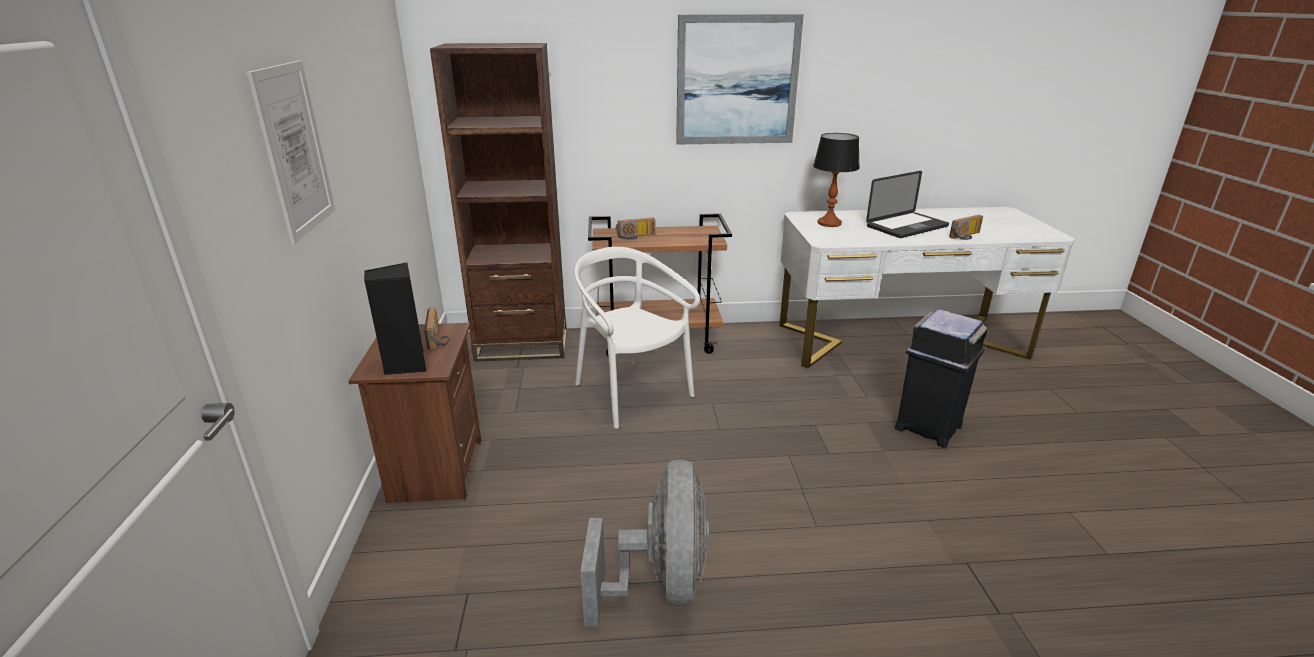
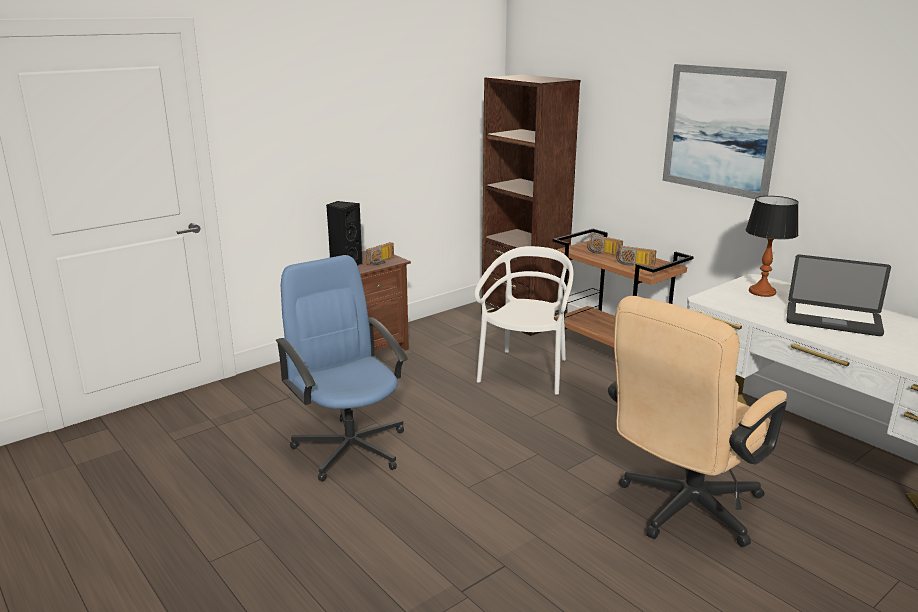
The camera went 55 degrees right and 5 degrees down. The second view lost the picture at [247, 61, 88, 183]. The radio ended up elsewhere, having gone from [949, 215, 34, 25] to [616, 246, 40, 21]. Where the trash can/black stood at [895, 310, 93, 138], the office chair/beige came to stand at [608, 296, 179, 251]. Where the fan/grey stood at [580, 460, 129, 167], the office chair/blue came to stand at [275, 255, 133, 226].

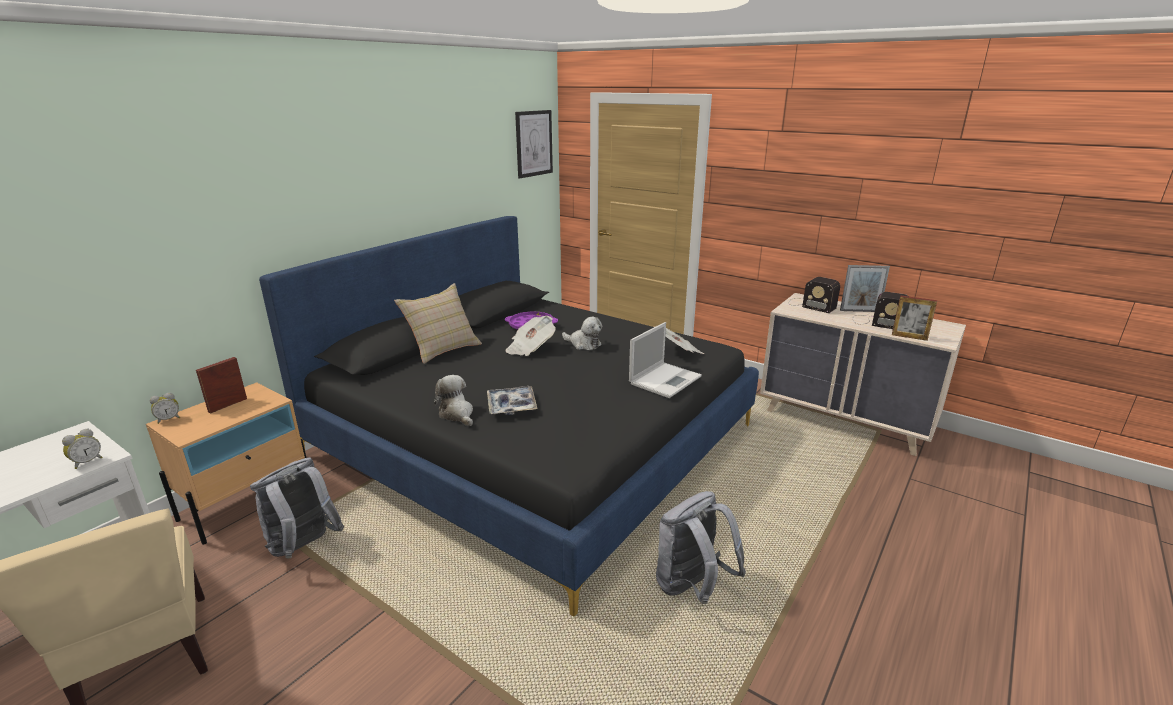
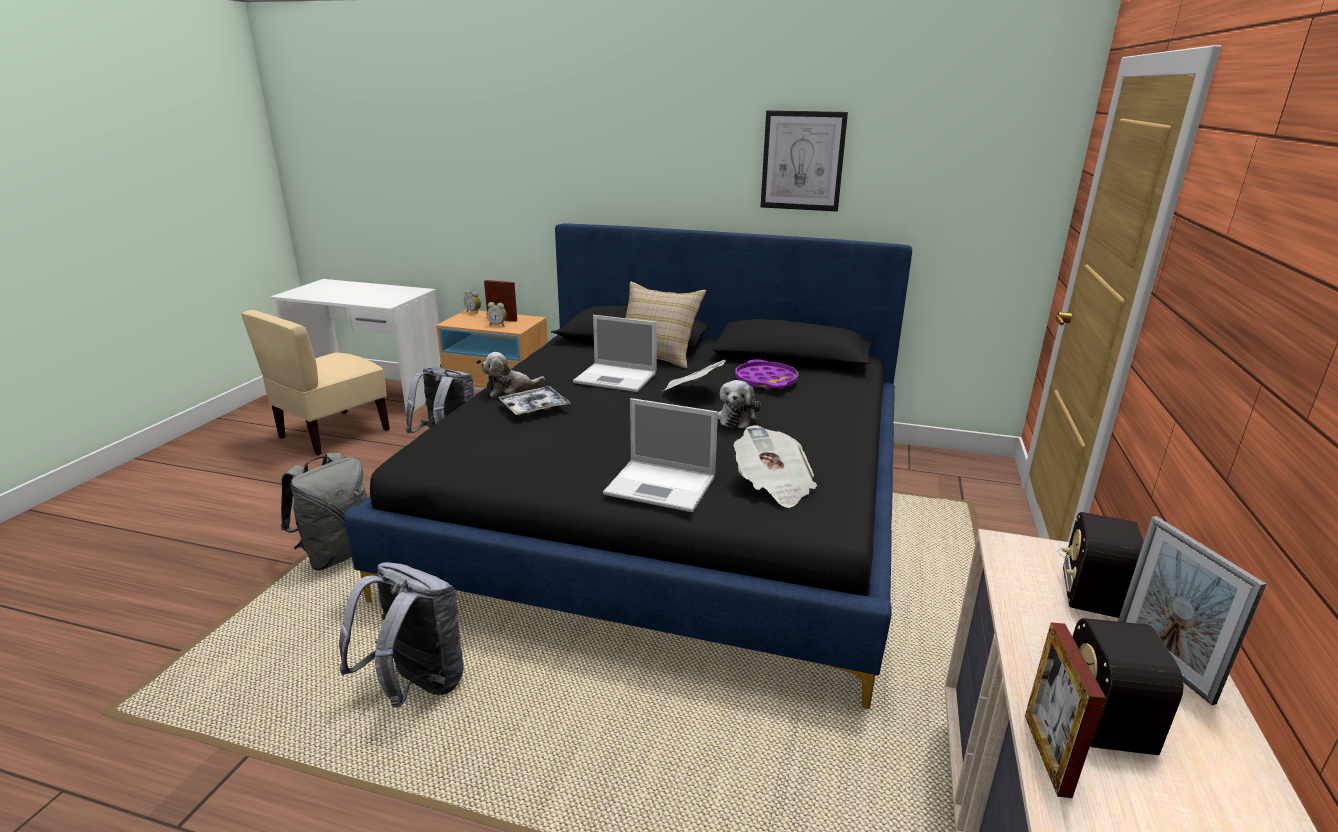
The camera went 70 degrees right and 0 degrees up. The picture ended up elsewhere, having gone from [515, 110, 38, 68] to [761, 110, 87, 102]. The plush toy at [434, 375, 39, 51] ended up facing another way, 150 degrees counterclockwise from before. The alarm clock ended up elsewhere, having gone from [62, 428, 41, 41] to [487, 302, 20, 25]. The second view gained the laptop at [573, 315, 84, 77]. The second view gained the backpack/grey at [281, 453, 87, 117].

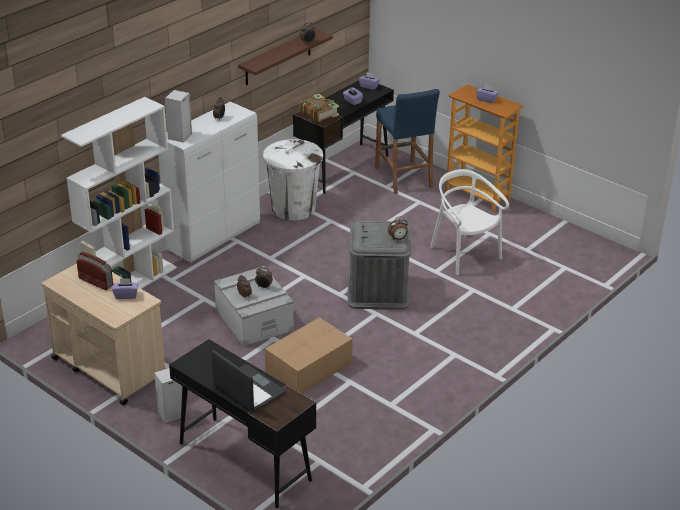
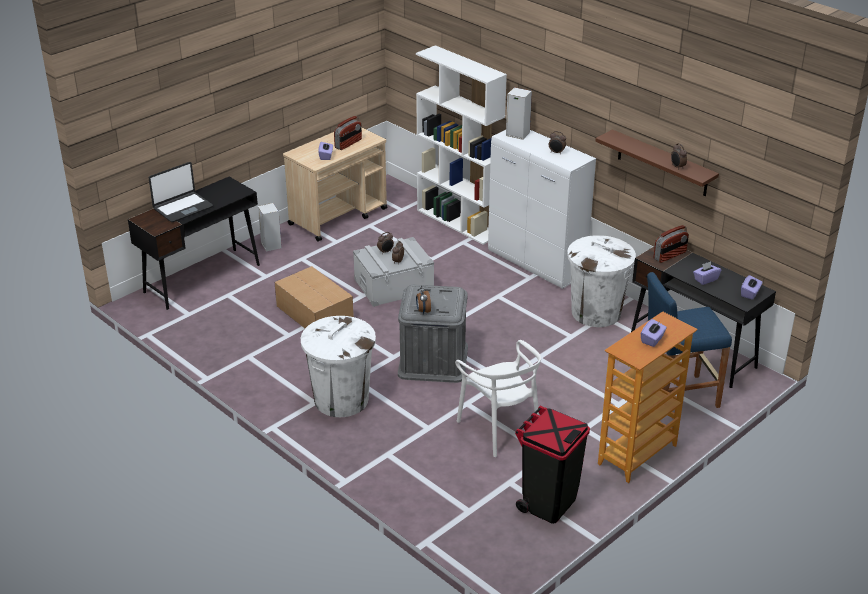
The camera went 95 degrees right and 0 degrees up. Where the book stood at [299, 94, 40, 28], the radio came to stand at [654, 225, 35, 38]. The chair/white at [430, 169, 79, 106] ended up facing another way, 90 degrees clockwise from before. The second view gained the trash can/white at [301, 316, 75, 101]. The second view gained the trash can/black at [515, 406, 75, 118].

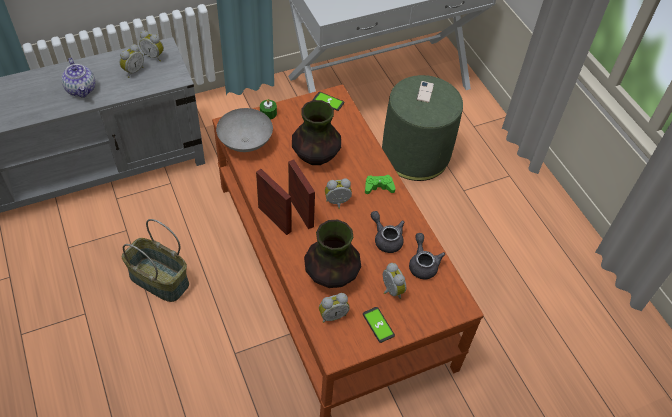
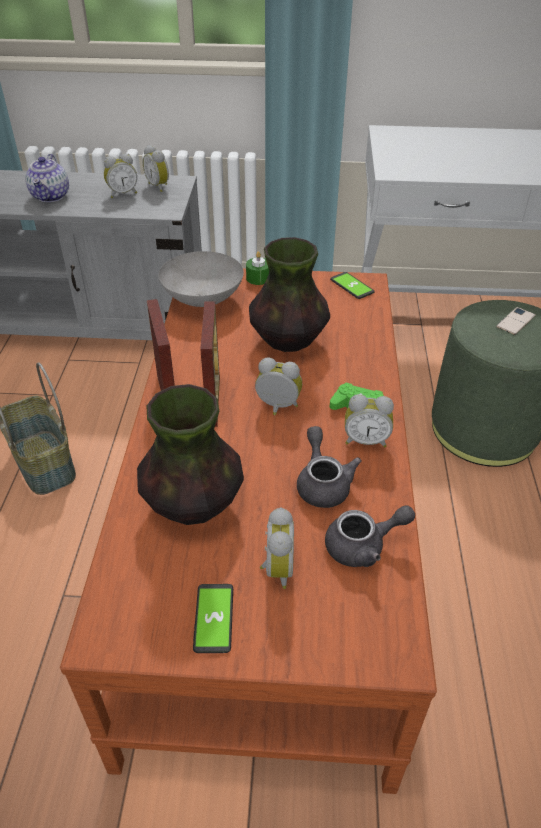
The camera went 30 degrees right and 10 degrees down. The teapot/grey at [409, 233, 36, 47] ended up facing another way, 60 degrees clockwise from before. The alarm clock ended up elsewhere, having gone from [319, 293, 31, 30] to [345, 394, 49, 54].

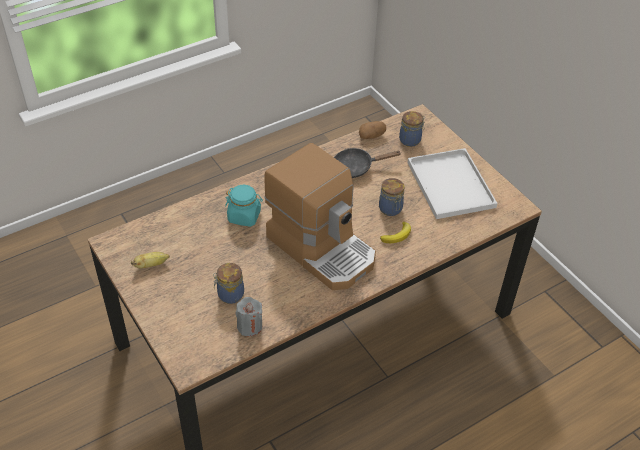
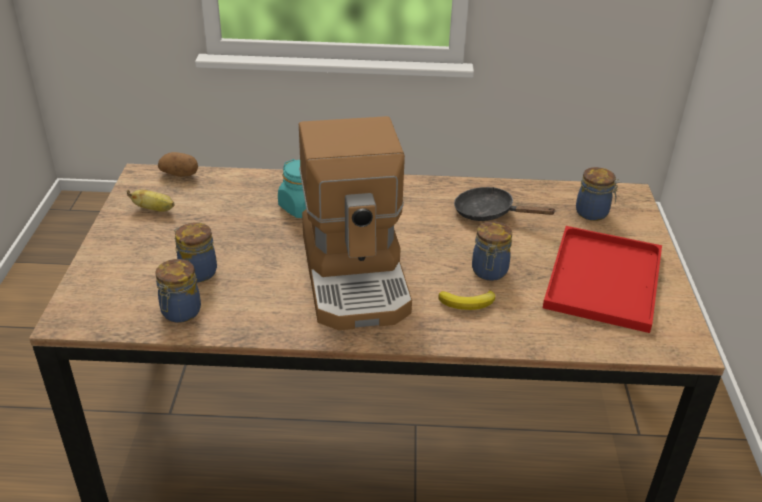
The camera went 35 degrees right and 10 degrees down. The potato ended up elsewhere, having gone from [359, 121, 27, 18] to [158, 152, 40, 25]. What was the tray/white at [407, 148, 91, 71] turned into the tray/red at [543, 226, 119, 107]. Where the candle/grey stood at [236, 297, 26, 39], the jar came to stand at [155, 259, 46, 64].

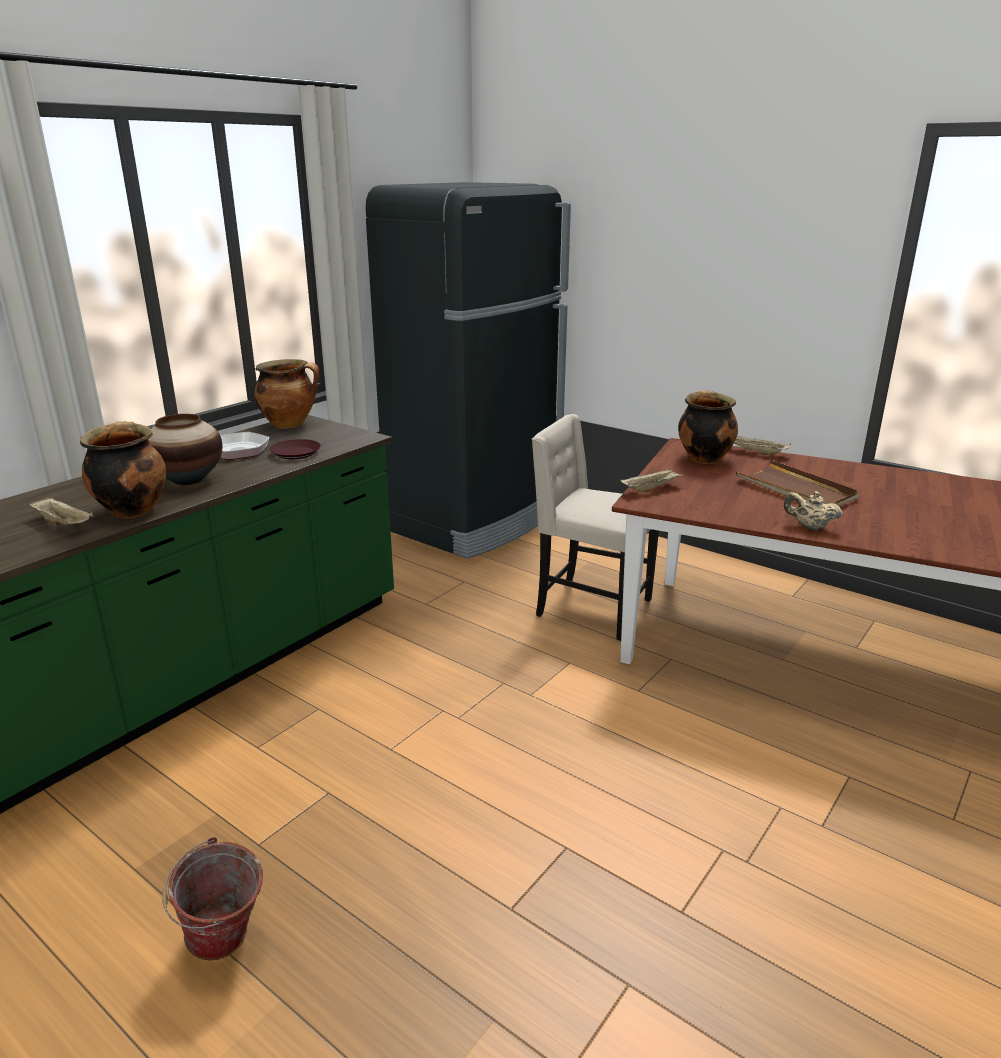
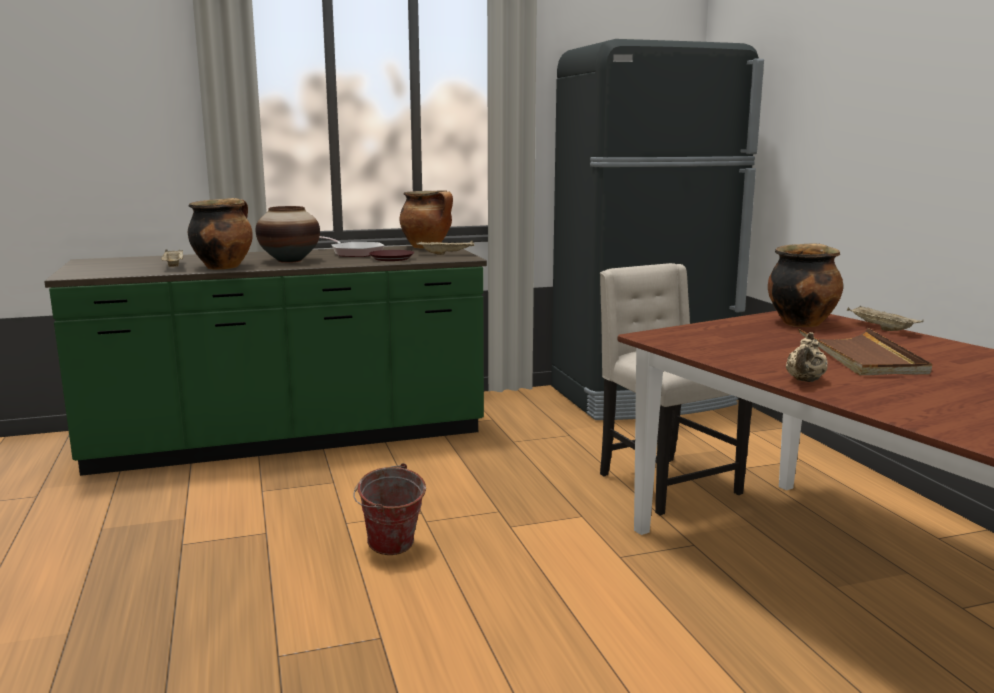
The camera went 35 degrees right and 10 degrees down. The tray/beige ended up elsewhere, having gone from [620, 467, 64, 25] to [417, 240, 57, 15]. The teapot/beige at [784, 491, 59, 39] ended up facing another way, 120 degrees counterclockwise from before. The bucket ended up elsewhere, having gone from [162, 837, 101, 123] to [354, 463, 72, 92].

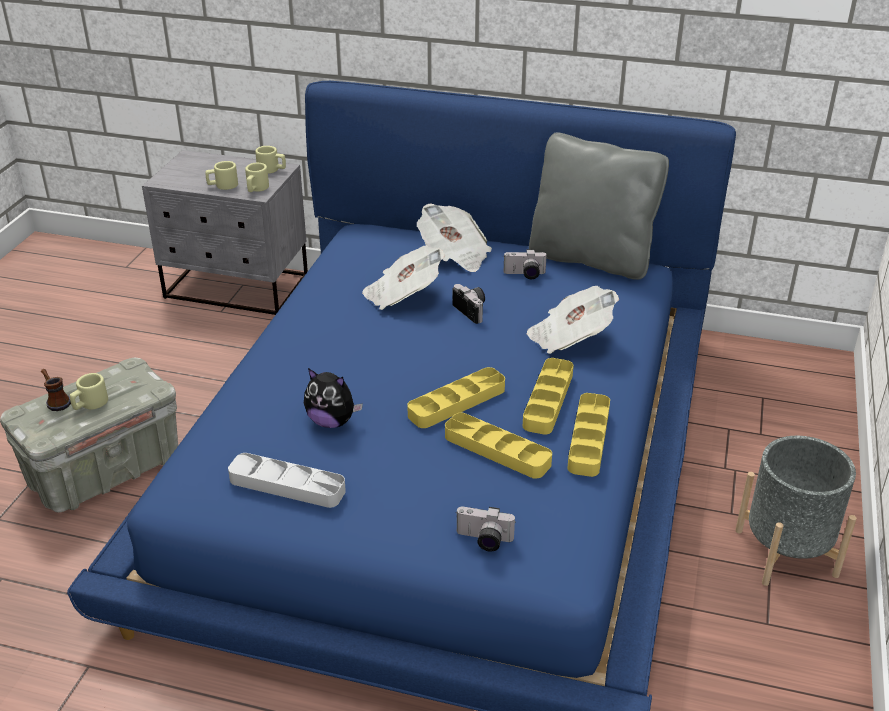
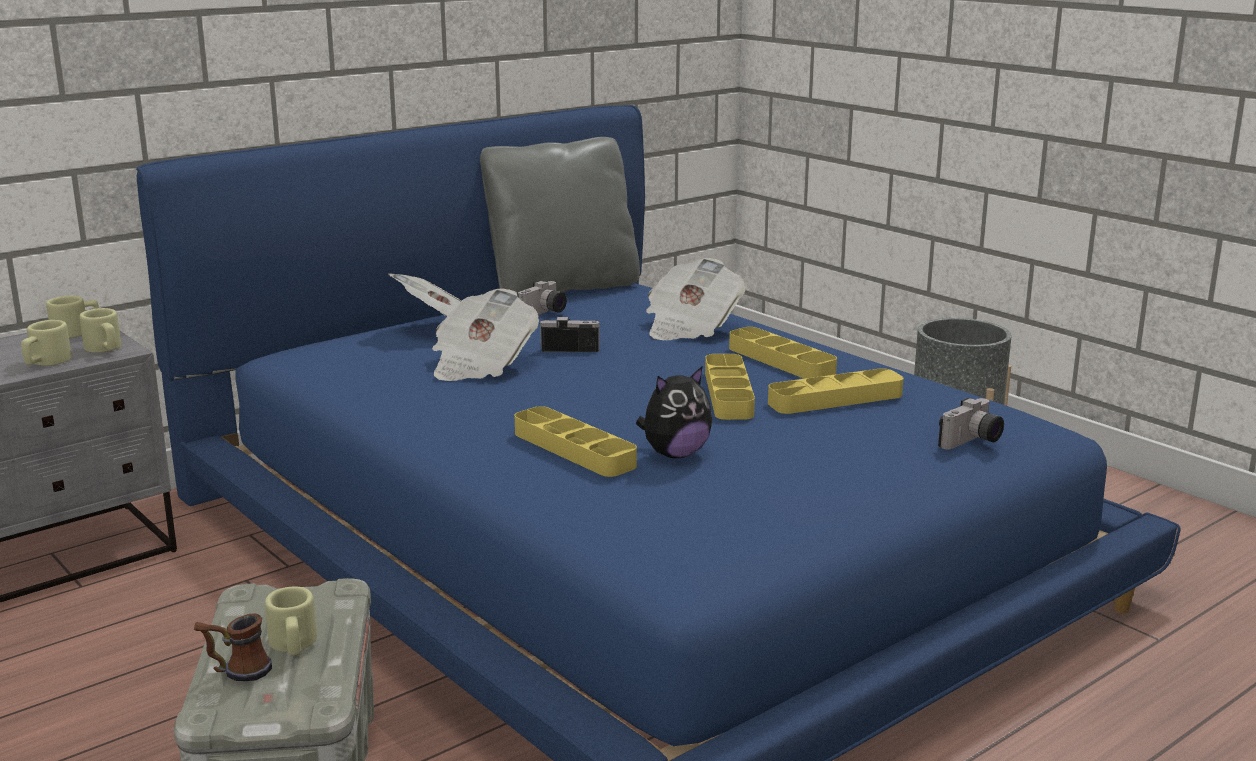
The camera went 55 degrees left and 15 degrees down. The tray/yellow ended up elsewhere, having gone from [567, 393, 43, 84] to [515, 406, 122, 71]. The second view lost the tray/grey at [228, 453, 118, 55].

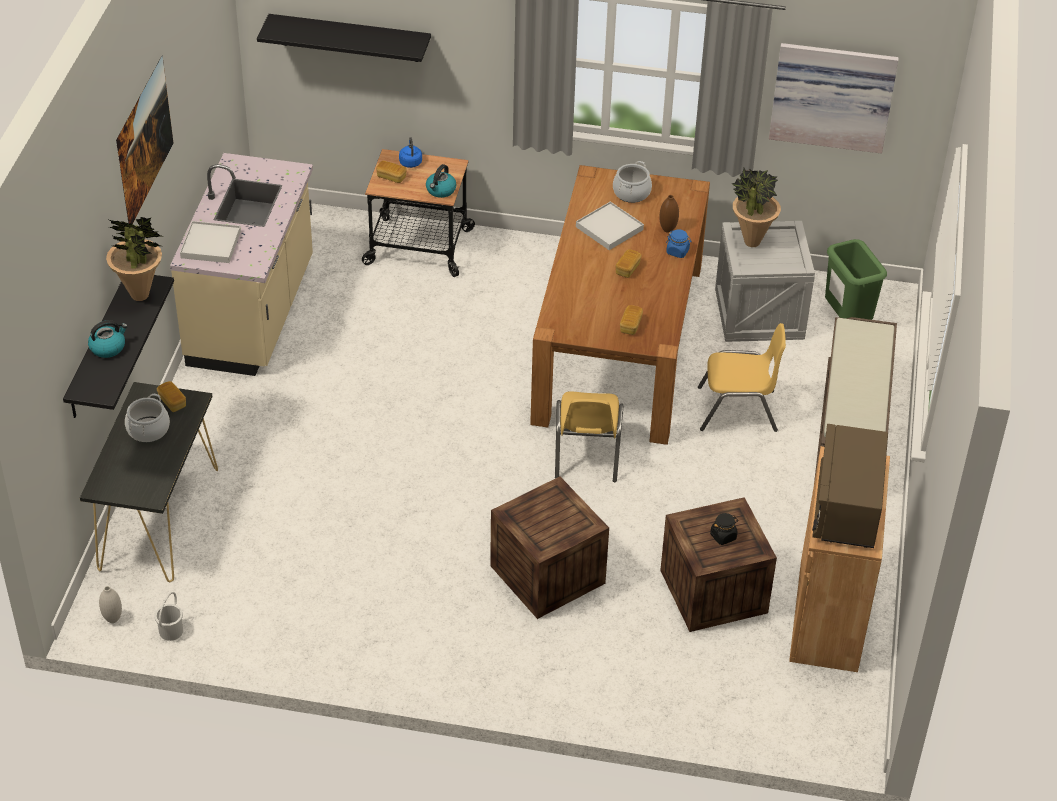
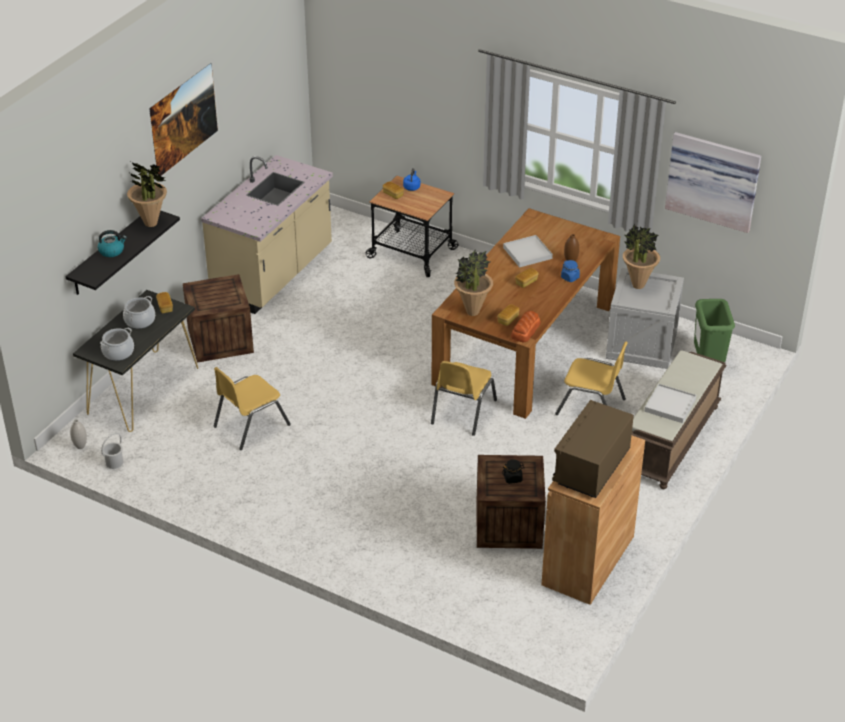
The camera went 20 degrees right and 5 degrees down. The second view lost the shelf/black at [257, 14, 174, 48]. The cooking pot ended up elsewhere, having gone from [613, 161, 39, 42] to [100, 328, 34, 33]. The second view lost the kettle at [426, 164, 30, 34]. The tray/white ended up elsewhere, having gone from [180, 221, 61, 42] to [644, 384, 52, 39]. The crate ended up elsewhere, having gone from [490, 477, 119, 142] to [183, 274, 71, 89]. The second view gained the potted plant at [454, 250, 39, 66]. The second view gained the bread at [511, 311, 30, 31]. The second view gained the chair/yellow at [213, 367, 78, 83].

